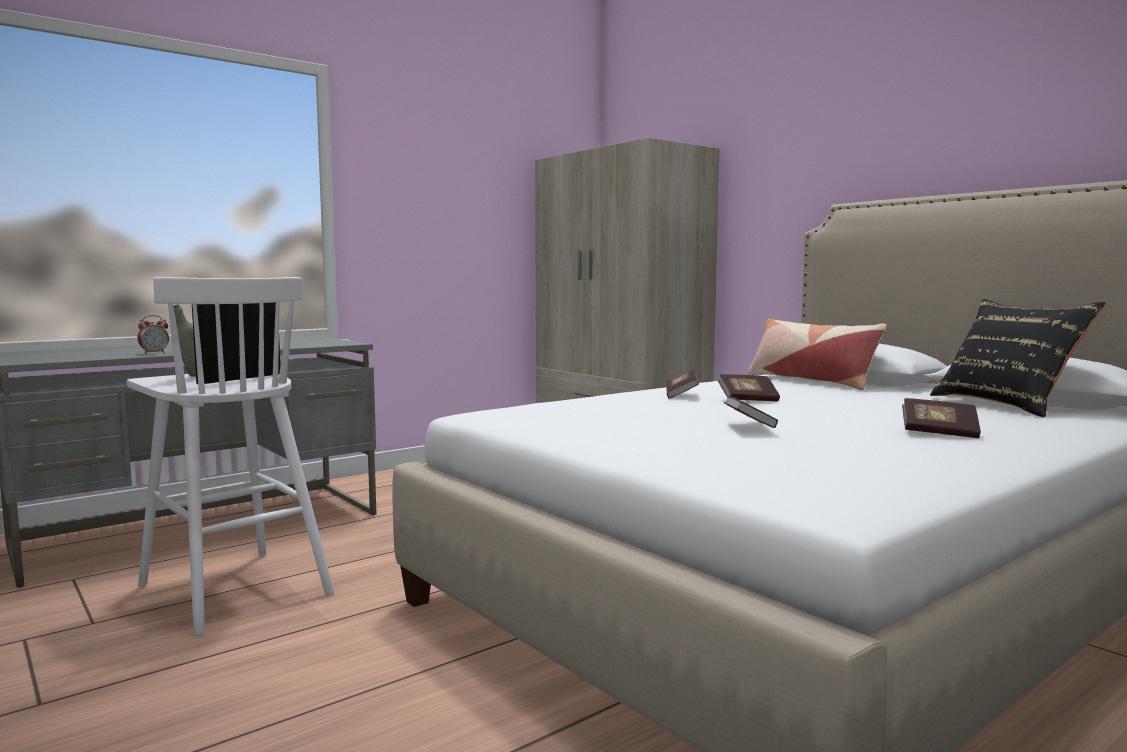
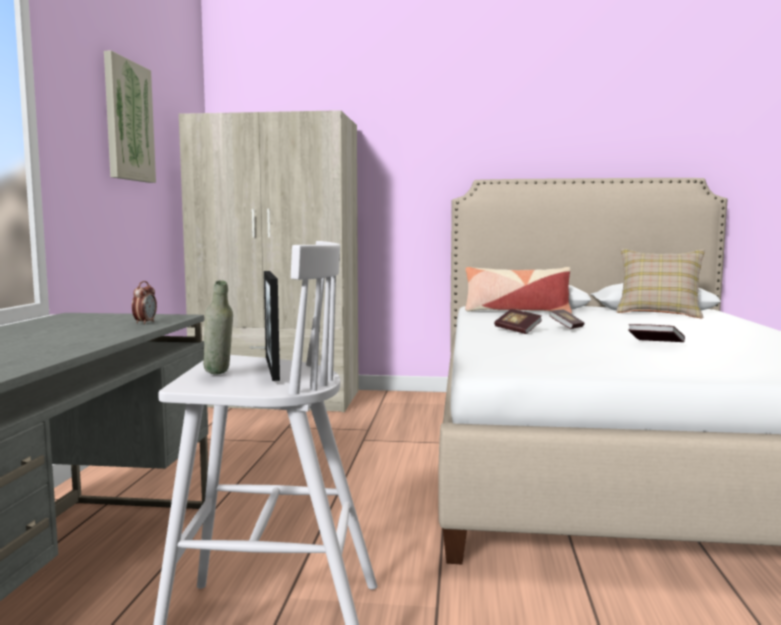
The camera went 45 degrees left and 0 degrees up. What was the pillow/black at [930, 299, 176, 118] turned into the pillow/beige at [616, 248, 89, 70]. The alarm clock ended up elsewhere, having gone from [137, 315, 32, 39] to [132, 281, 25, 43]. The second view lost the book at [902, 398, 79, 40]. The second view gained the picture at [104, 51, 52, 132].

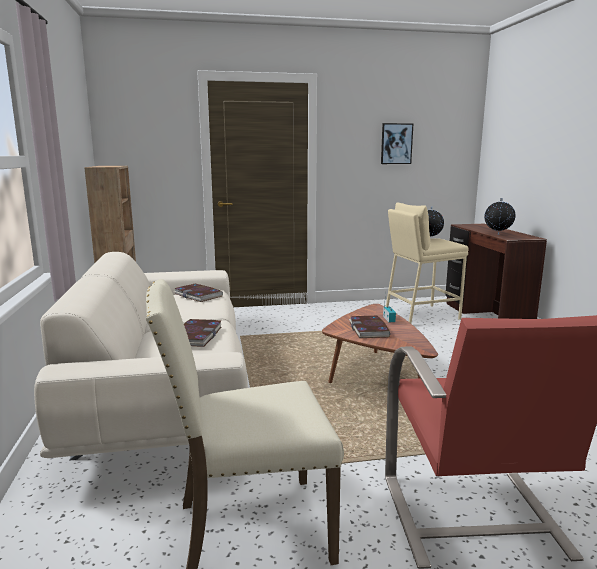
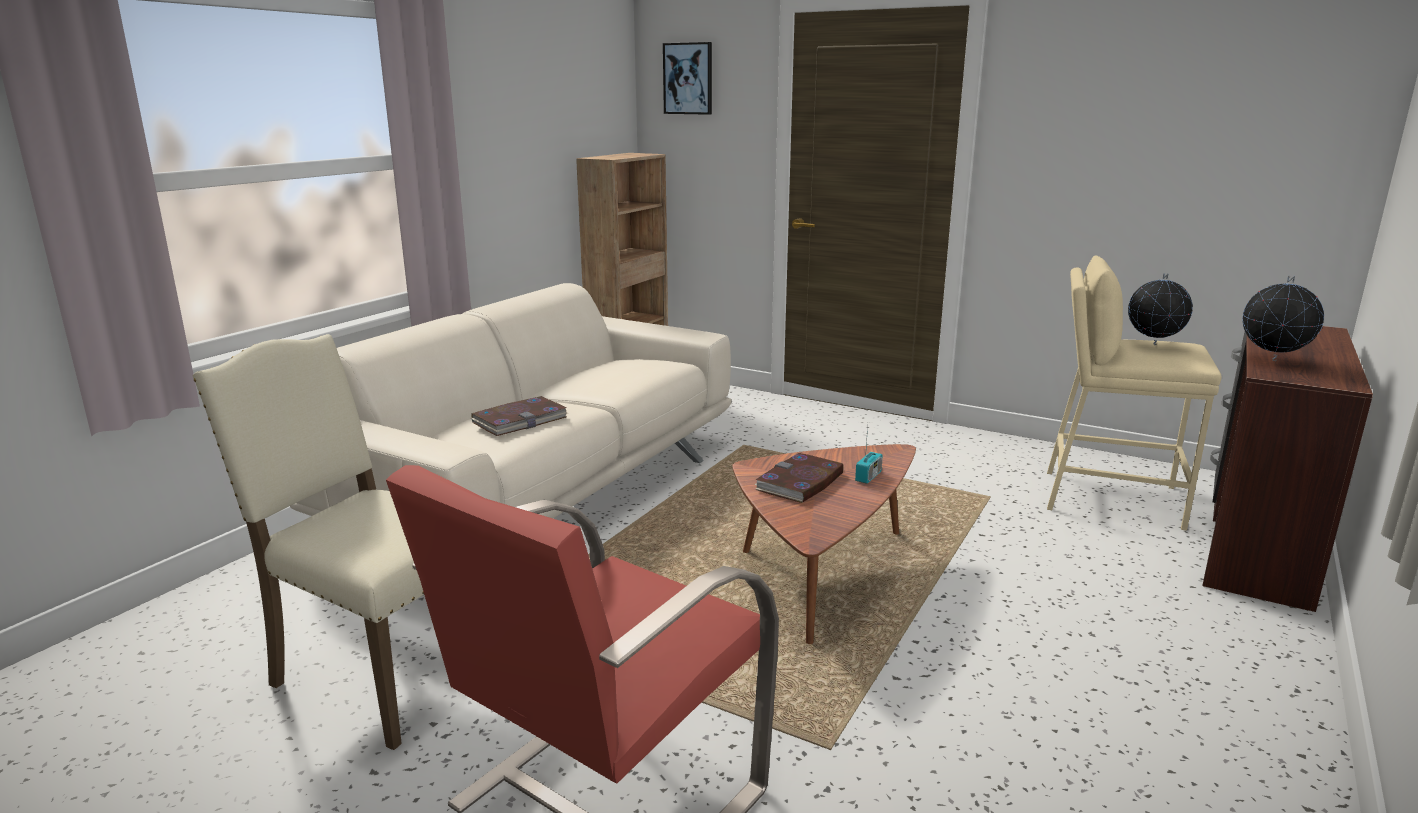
The camera went 40 degrees right and 5 degrees up. The picture ended up elsewhere, having gone from [381, 123, 32, 41] to [663, 42, 49, 73]. The second view lost the book at [174, 284, 49, 18].

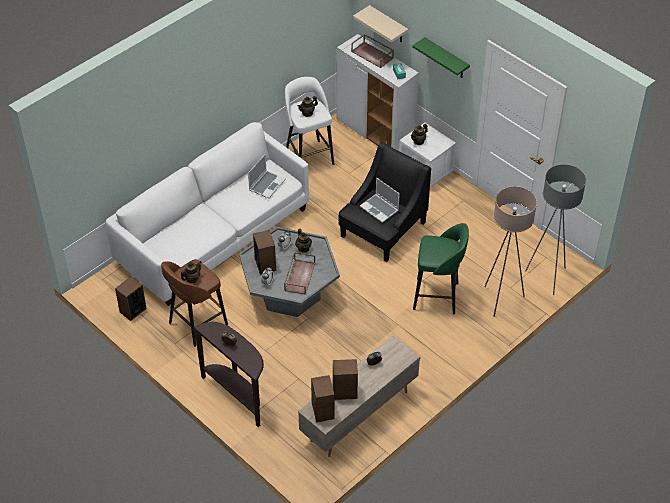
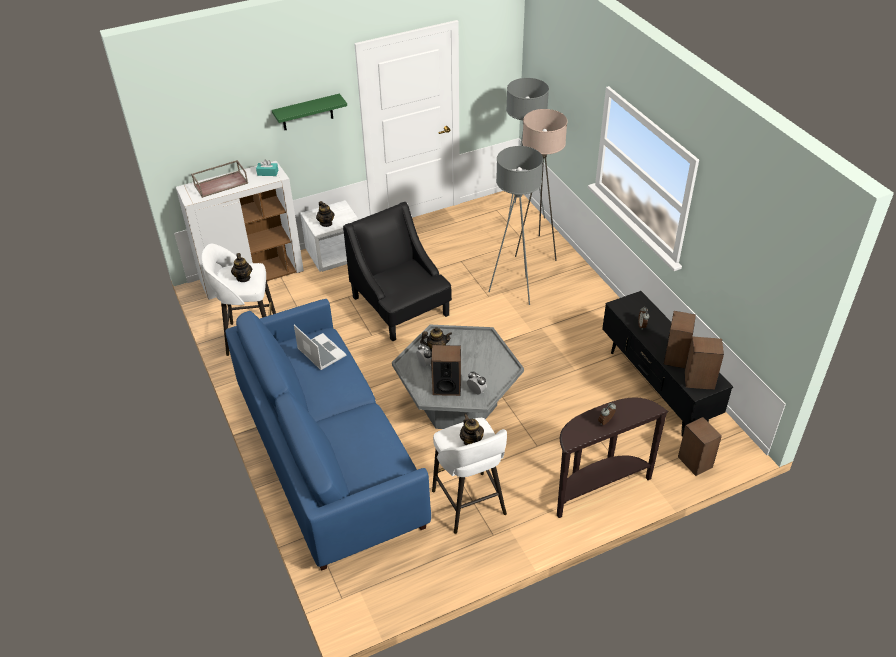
The camera went 70 degrees left and 5 degrees down. The second view lost the shelf/beige at [353, 5, 55, 38]. What was the sofa/white at [106, 122, 203, 184] turned into the sofa/blue at [225, 299, 206, 272]. The second view lost the laptop at [360, 178, 40, 45]. Where the stool/green stood at [413, 223, 56, 91], the floor lamp/grey came to stand at [488, 146, 55, 159]. The second view lost the tray/brown at [284, 252, 31, 43]. What was the stool/brown at [161, 259, 67, 88] turned into the stool/white at [432, 418, 75, 116]. The speaker ended up elsewhere, having gone from [115, 276, 32, 45] to [678, 417, 44, 59]. What was the tv stand/beige at [298, 336, 122, 121] turned into the tv stand/black at [602, 291, 131, 145].

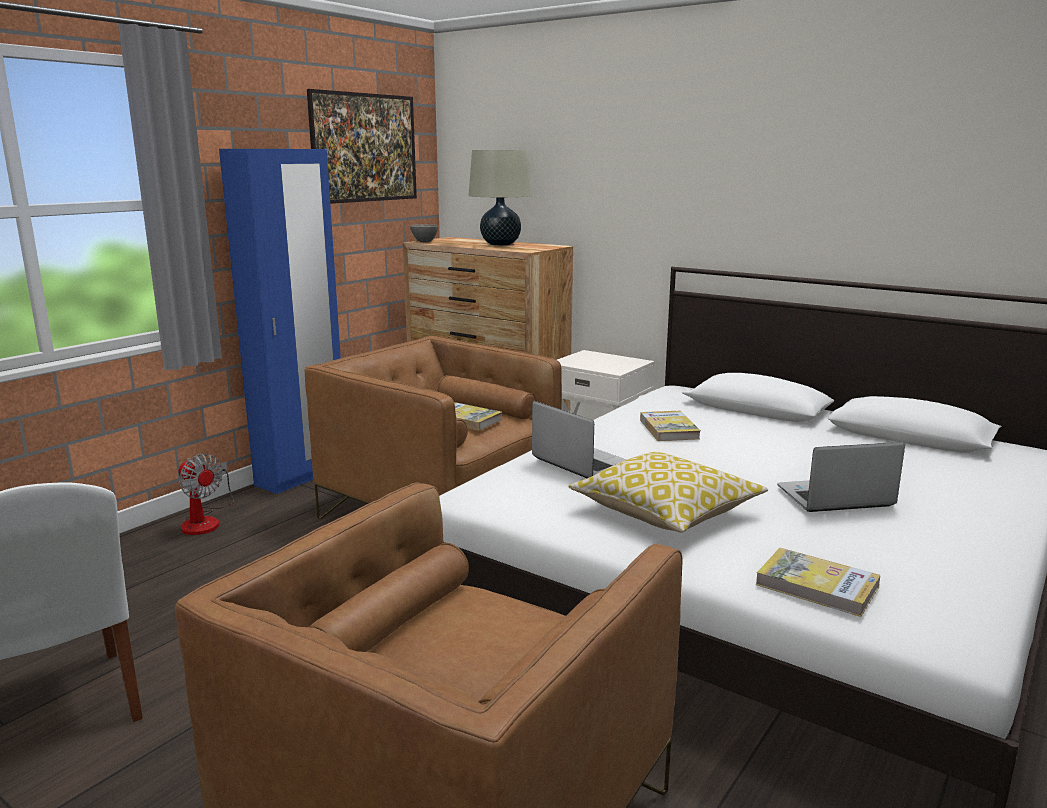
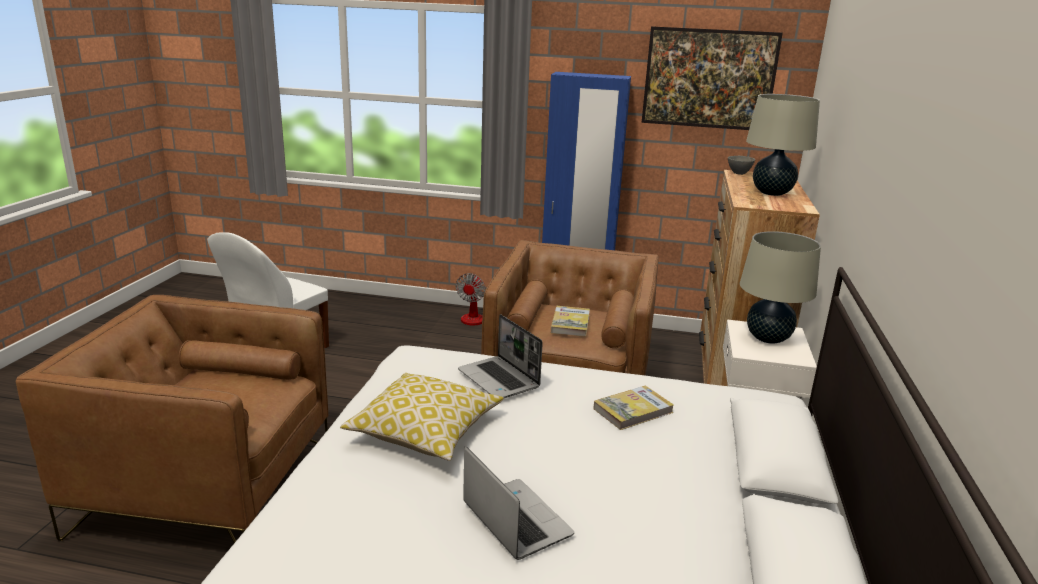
The camera went 65 degrees right and 5 degrees up. The laptop at [532, 401, 94, 77] ended up facing another way, 120 degrees clockwise from before. The second view lost the book at [756, 548, 124, 69]. The second view gained the table lamp/beige at [740, 231, 81, 113].

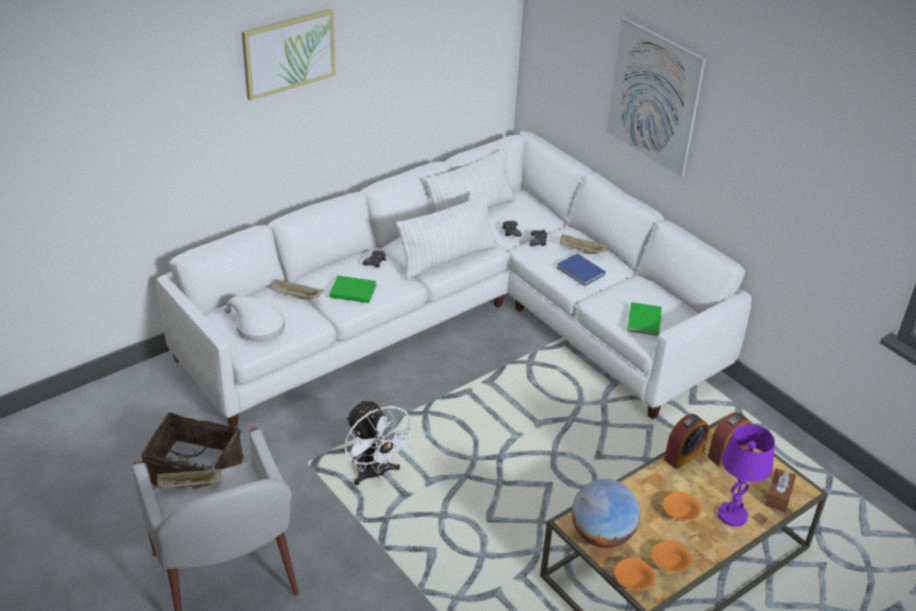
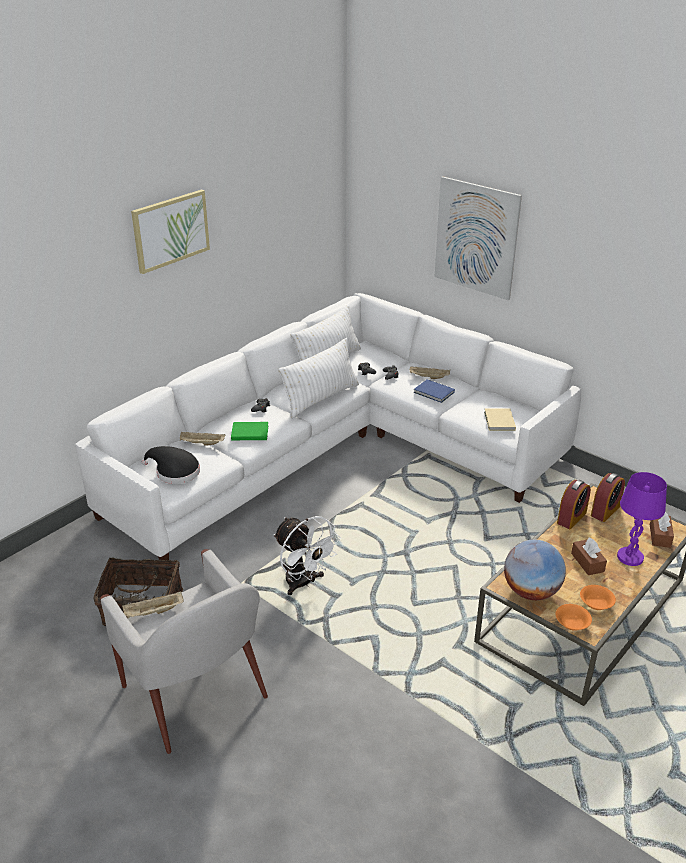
The camera went 10 degrees left and 5 degrees down. What was the hat/white at [224, 296, 61, 46] turned into the hat/black at [142, 446, 58, 38]. What was the book/green at [627, 302, 35, 34] turned into the book/beige at [484, 409, 32, 22]. Where the bowl/orange stood at [663, 492, 38, 29], the tissue box/brown came to stand at [571, 538, 36, 37].

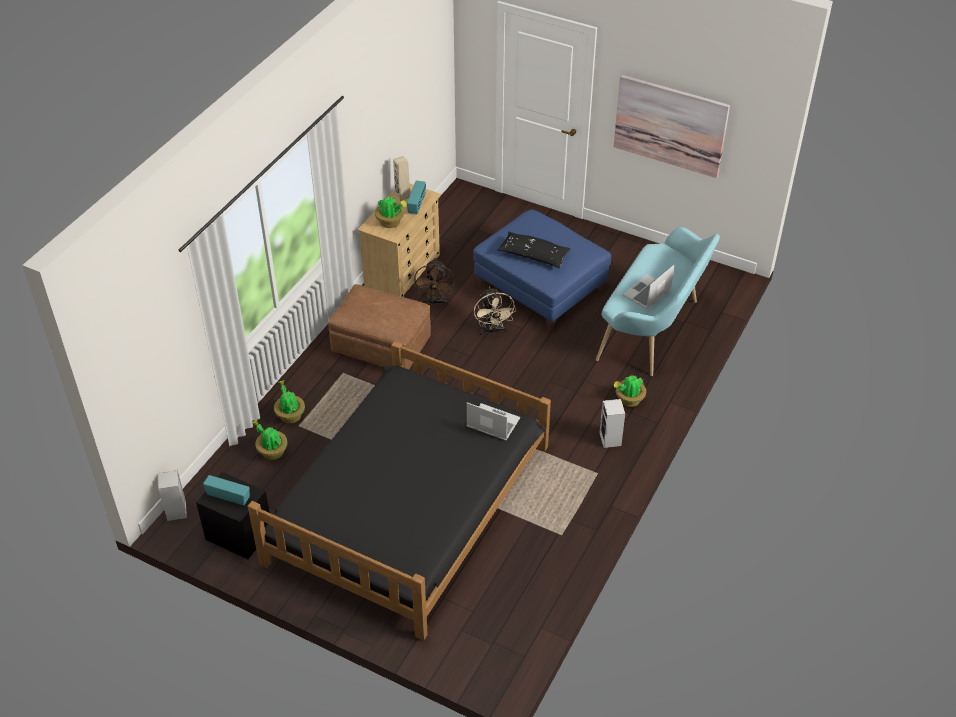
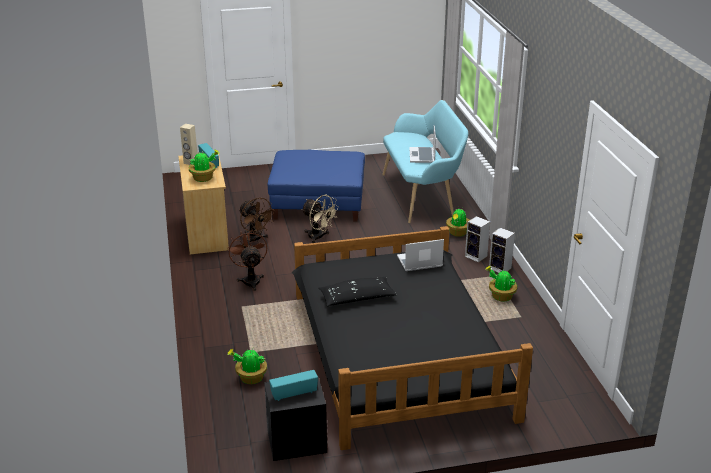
The camera went 40 degrees left and 15 degrees down. The second view lost the picture at [614, 75, 116, 103]. The pillow/black ended up elsewhere, having gone from [497, 232, 74, 37] to [318, 277, 79, 29]. Where the ottoman/brown stood at [328, 284, 103, 86], the fan/brown came to stand at [228, 230, 39, 61]. The potted plant ended up elsewhere, having gone from [274, 380, 31, 44] to [485, 266, 32, 35]. The speaker ended up elsewhere, having gone from [158, 470, 29, 51] to [489, 228, 26, 45].

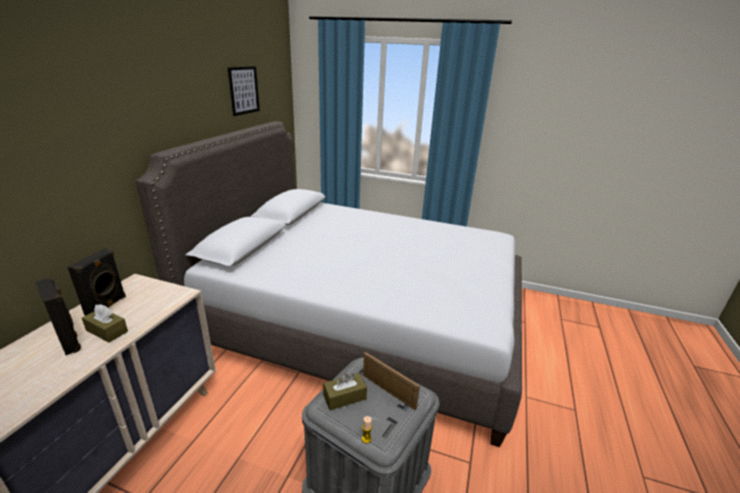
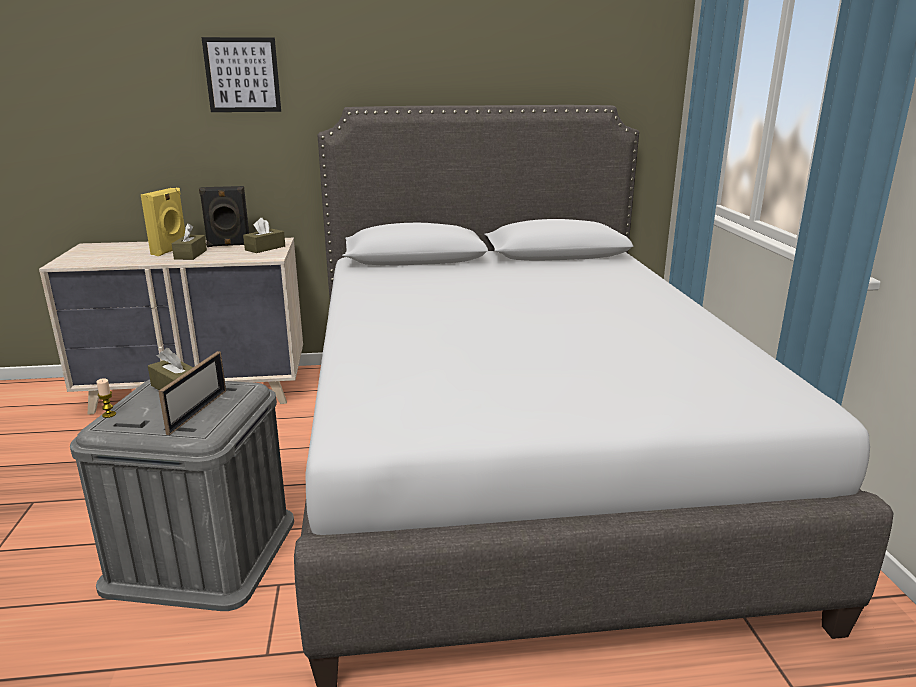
The camera went 65 degrees right and 5 degrees down. The picture ended up elsewhere, having gone from [228, 66, 32, 50] to [201, 37, 80, 75]. What was the speaker/black at [36, 277, 45, 78] turned into the speaker/yellow at [141, 188, 44, 68]. The second view gained the tissue box/brown at [243, 218, 42, 35].

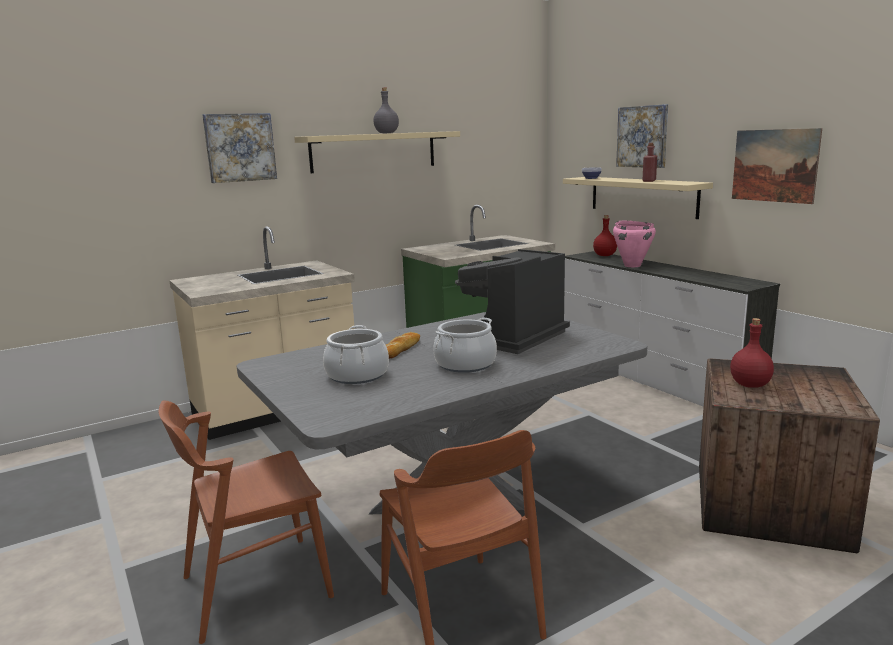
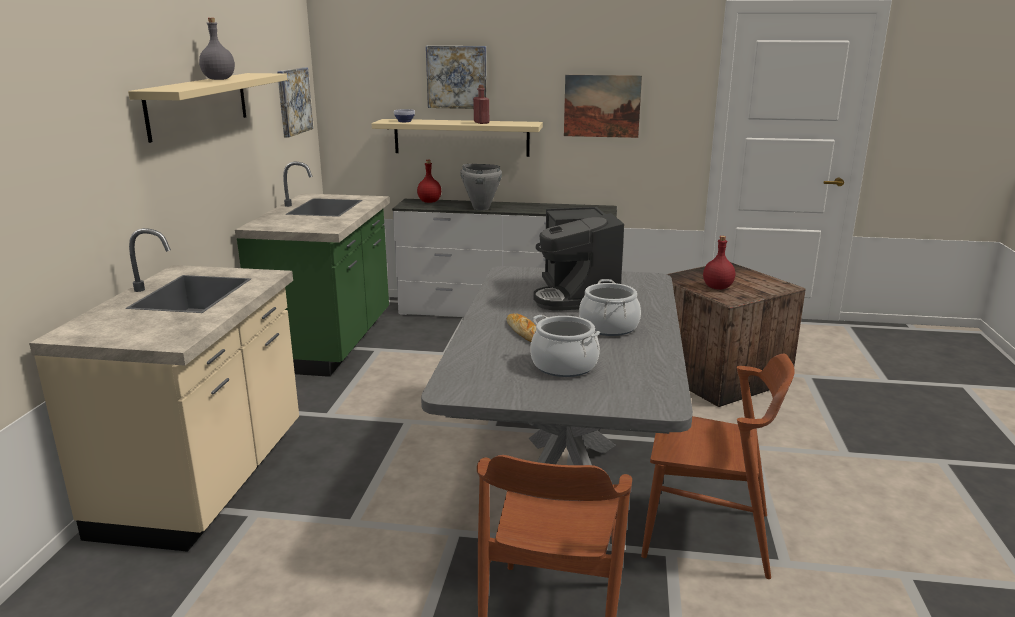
The camera went 50 degrees left and 5 degrees up. The picture ended up elsewhere, having gone from [202, 113, 75, 70] to [277, 67, 36, 70]. What was the cooking pot/pink at [613, 221, 43, 46] turned into the cooking pot/grey at [460, 164, 42, 46].

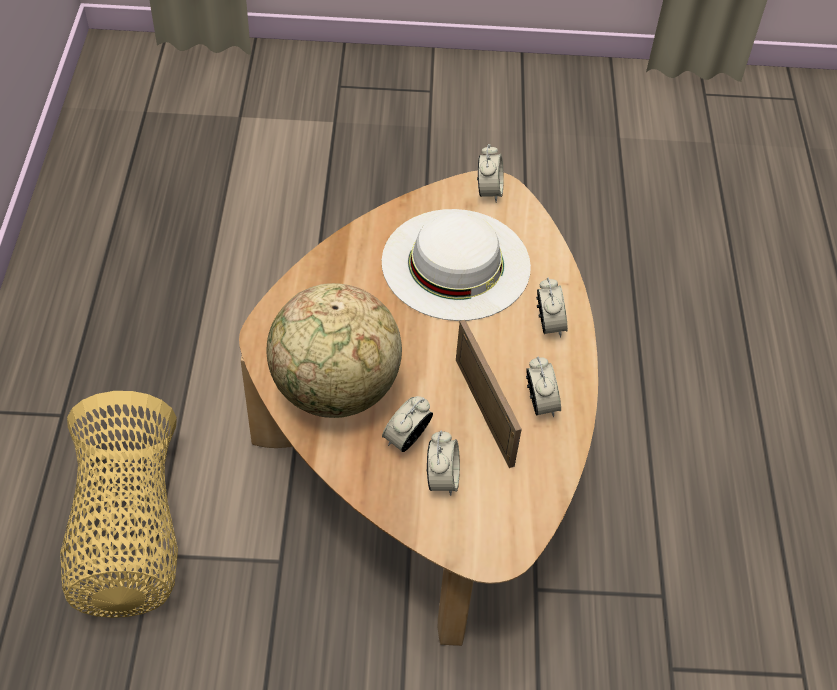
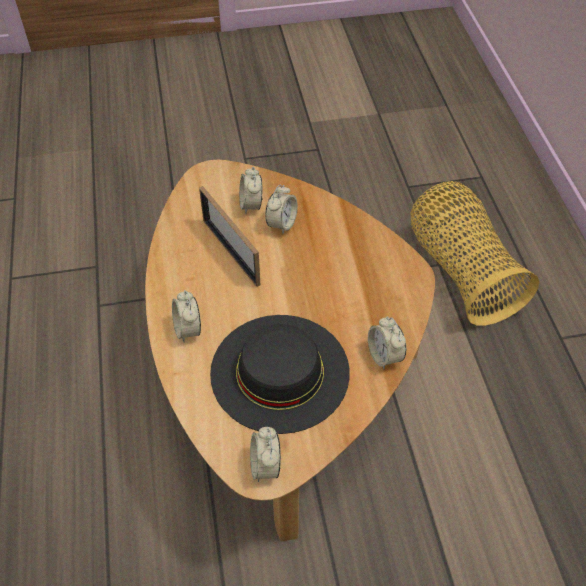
The camera went 170 degrees right and 0 degrees up. What was the hat/white at [382, 209, 149, 112] turned into the hat/black at [210, 315, 140, 119]. The second view lost the globe at [267, 283, 135, 135]. The alarm clock ended up elsewhere, having gone from [526, 357, 35, 60] to [368, 316, 38, 53].

